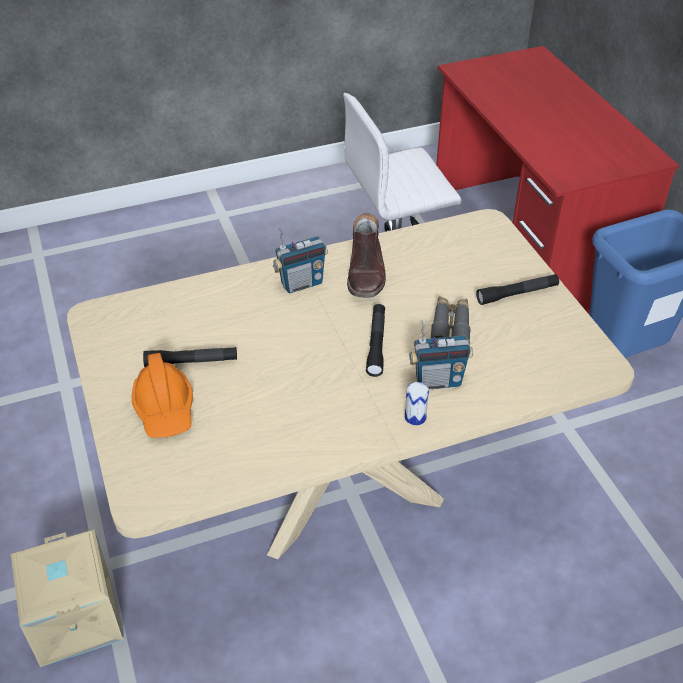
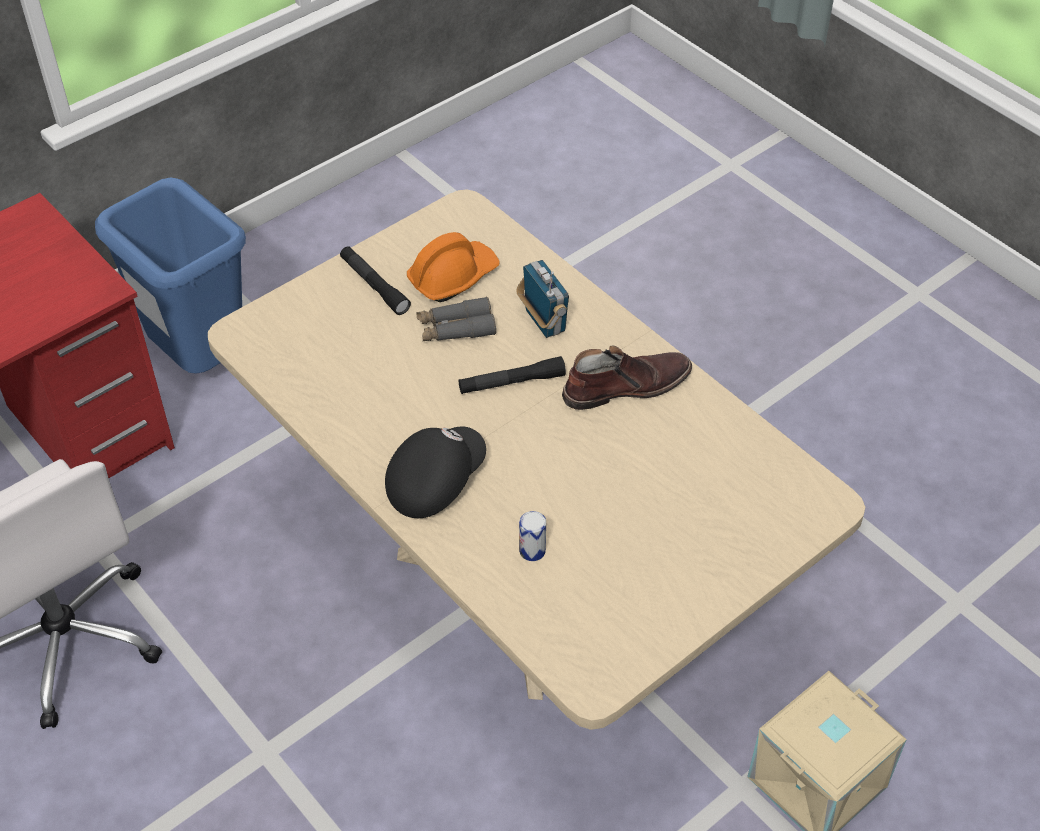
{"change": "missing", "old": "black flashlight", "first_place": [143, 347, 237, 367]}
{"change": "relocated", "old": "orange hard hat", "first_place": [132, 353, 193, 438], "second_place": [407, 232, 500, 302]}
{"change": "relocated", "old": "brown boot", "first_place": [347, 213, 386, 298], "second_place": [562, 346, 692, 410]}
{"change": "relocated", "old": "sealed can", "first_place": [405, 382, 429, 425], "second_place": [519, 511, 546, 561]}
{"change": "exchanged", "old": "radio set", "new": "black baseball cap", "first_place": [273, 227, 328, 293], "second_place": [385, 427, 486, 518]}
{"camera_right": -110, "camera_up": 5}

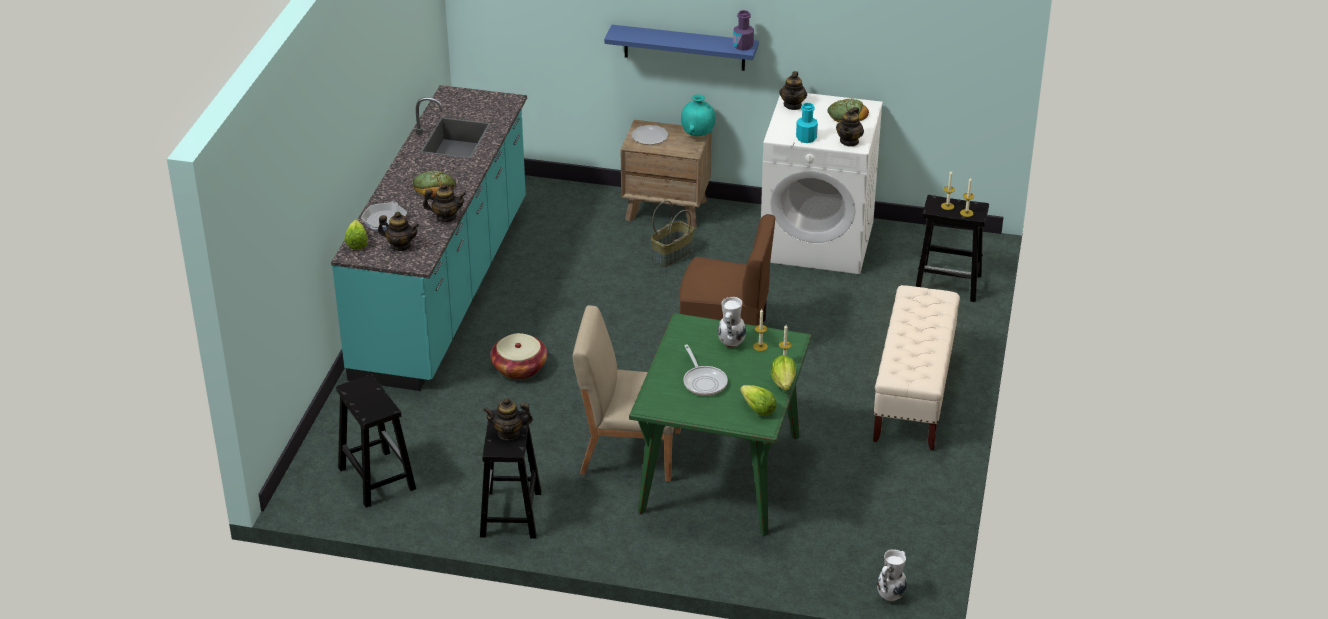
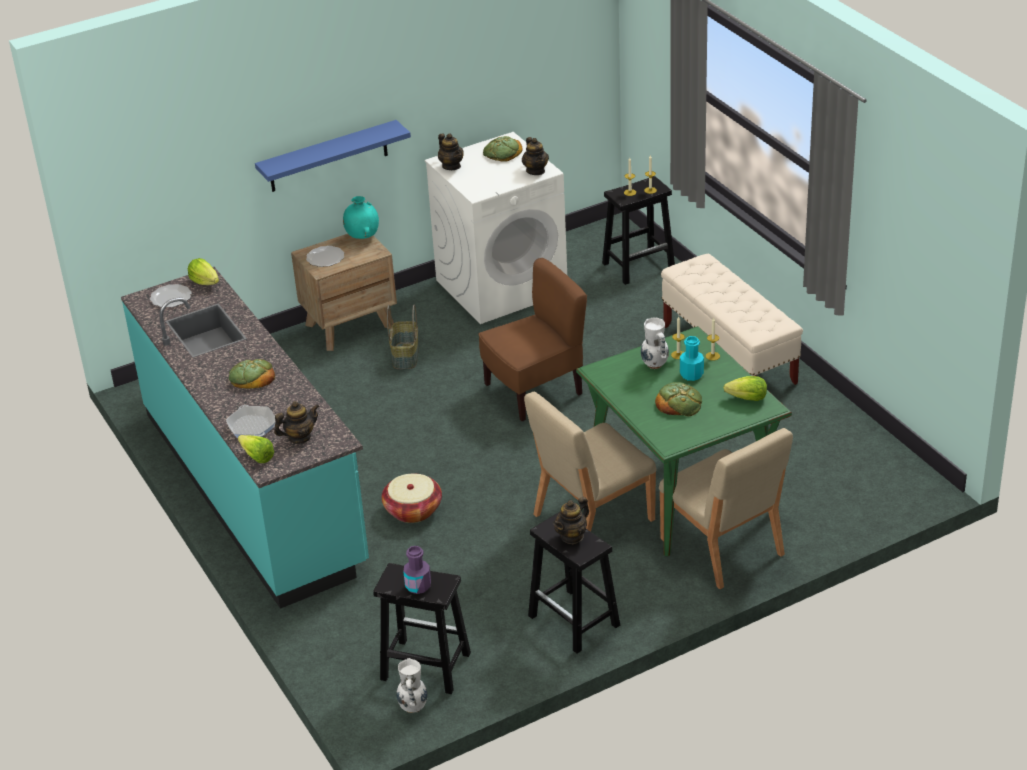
{"change": "missing", "old": "tea pot", "first_place": [423, 183, 466, 222]}
{"change": "appeared", "new": "plate", "second_place": [150, 284, 192, 307]}
{"change": "appeared", "new": "sand-coloured plain chair", "second_place": [659, 428, 793, 589]}
{"change": "relocated", "old": "purple bottle", "first_place": [733, 10, 754, 51], "second_place": [403, 546, 431, 594]}
{"change": "relocated", "old": "lettuce", "first_place": [771, 355, 796, 390], "second_place": [188, 258, 219, 285]}
{"change": "relocated", "old": "turquoise-coloured bottle", "first_place": [796, 103, 818, 143], "second_place": [680, 336, 704, 381]}
{"change": "relocated", "old": "whitish decorative vase", "first_place": [877, 549, 907, 602], "second_place": [396, 658, 427, 713]}
{"change": "exchanged", "old": "skillet", "new": "bakery bread", "first_place": [683, 344, 728, 396], "second_place": [655, 382, 702, 417]}
{"camera_right": -40, "camera_up": 0}

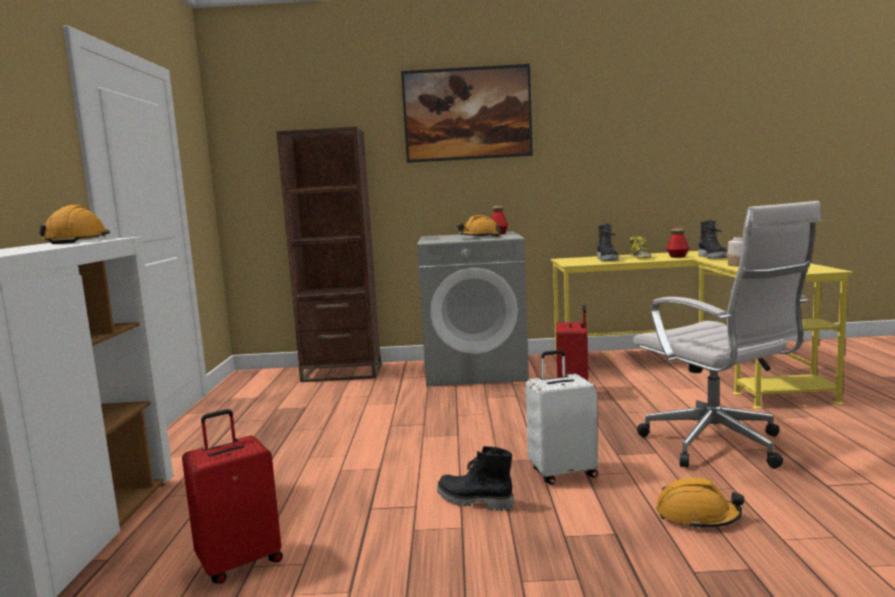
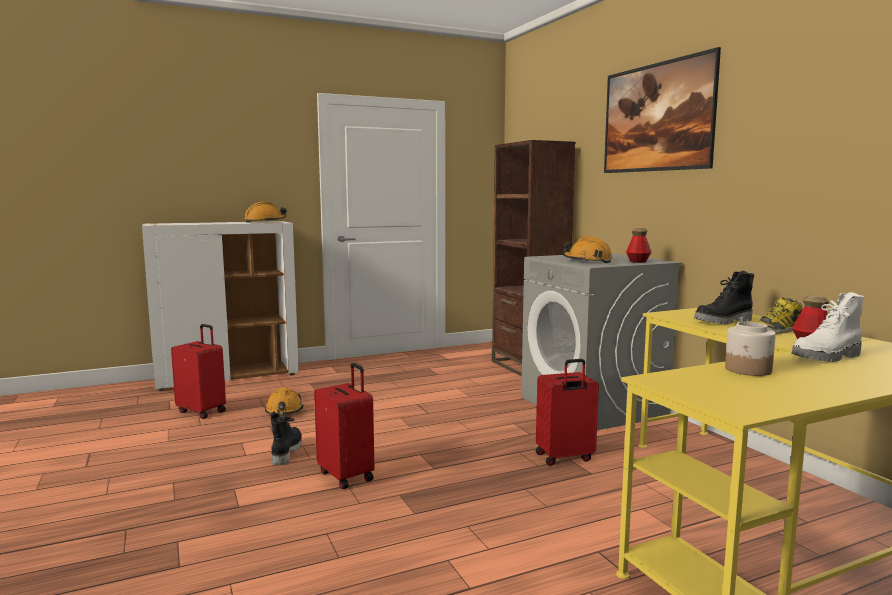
{"change": "missing", "old": "whitish office chair", "first_place": [633, 201, 821, 469]}
{"change": "relocated", "old": "orange hard hat", "first_place": [656, 478, 744, 530], "second_place": [265, 387, 303, 414]}
{"change": "colour", "old": "whitish travel case", "new": "red travel case", "first_place": [525, 350, 598, 484], "second_place": [314, 363, 374, 489]}
{"change": "colour", "old": "black boot", "new": "whitish boot", "first_place": [698, 220, 728, 259], "second_place": [791, 292, 865, 362]}
{"camera_right": 65, "camera_up": 0}

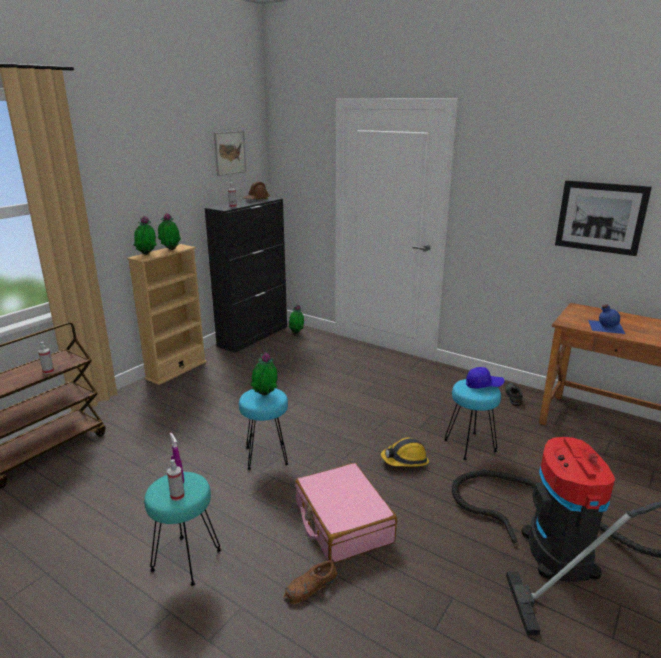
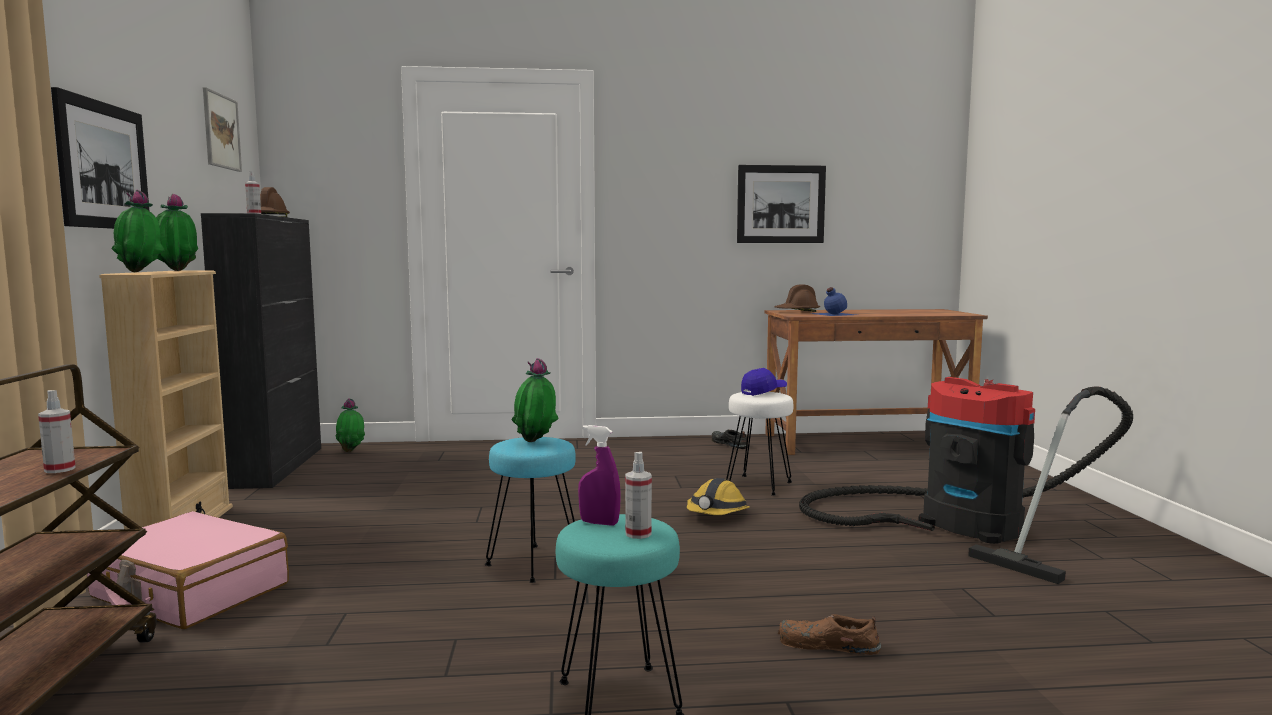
{"change": "appeared", "new": "picture", "second_place": [51, 87, 149, 229]}
{"change": "appeared", "new": "brown hard hat", "second_place": [774, 284, 820, 312]}
{"change": "relocated", "old": "pink-coloured travel case", "first_place": [295, 463, 397, 563], "second_place": [87, 511, 289, 629]}
{"change": "colour", "old": "turquoise-coloured sitting stool", "new": "whitish sitting stool", "first_place": [444, 379, 501, 460], "second_place": [726, 391, 793, 496]}
{"change": "spun", "old": "brown shoe", "first_place": [283, 559, 339, 604], "second_place": [778, 614, 881, 655], "degrees": 90}
{"camera_right": -40, "camera_up": -15}

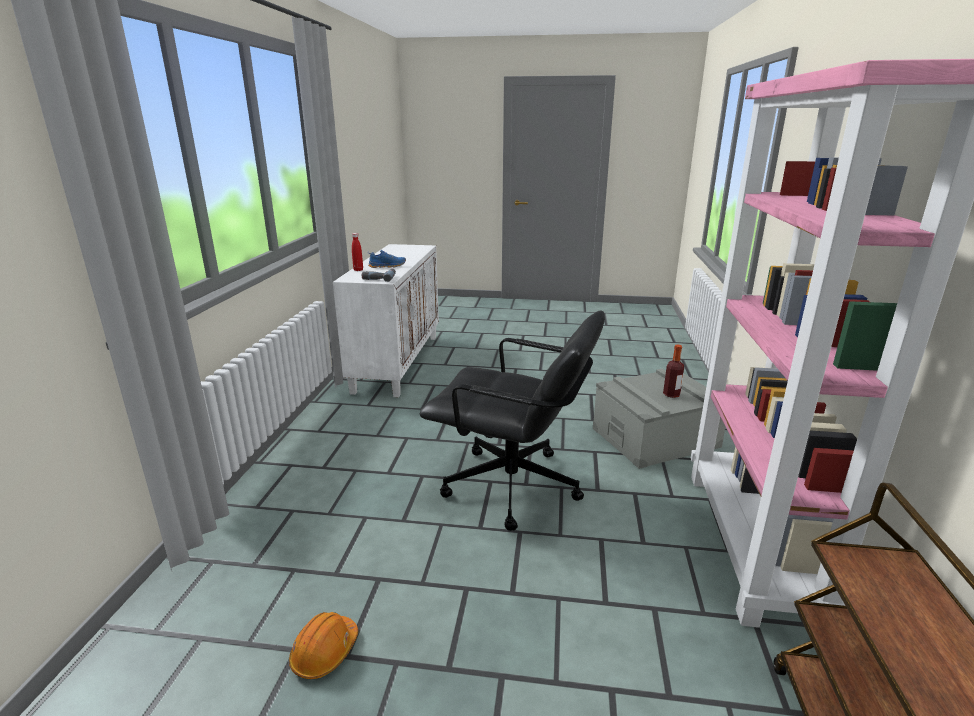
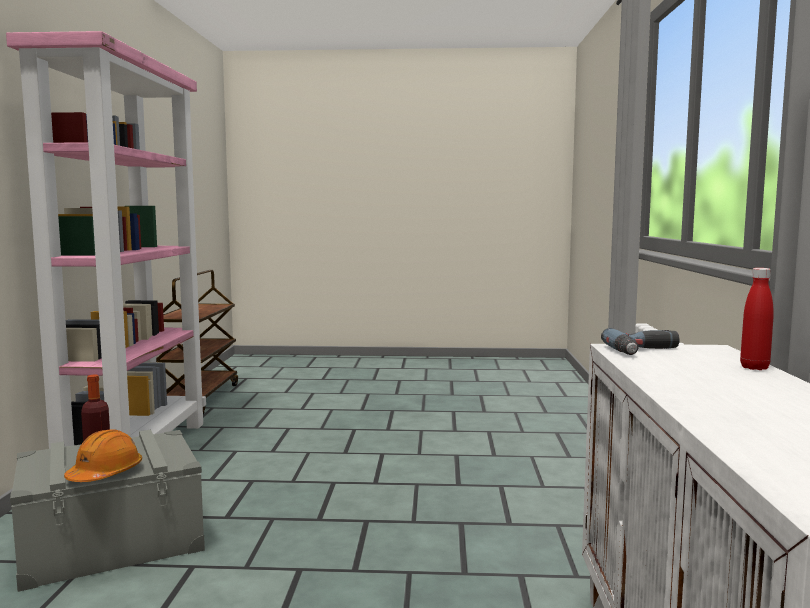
{"change": "missing", "old": "blue-coloured shoe", "first_place": [368, 250, 406, 268]}
{"change": "missing", "old": "black office chair", "first_place": [420, 311, 605, 531]}
{"change": "relocated", "old": "orange hard hat", "first_place": [289, 612, 358, 679], "second_place": [64, 429, 142, 482]}
{"camera_right": 175, "camera_up": -15}

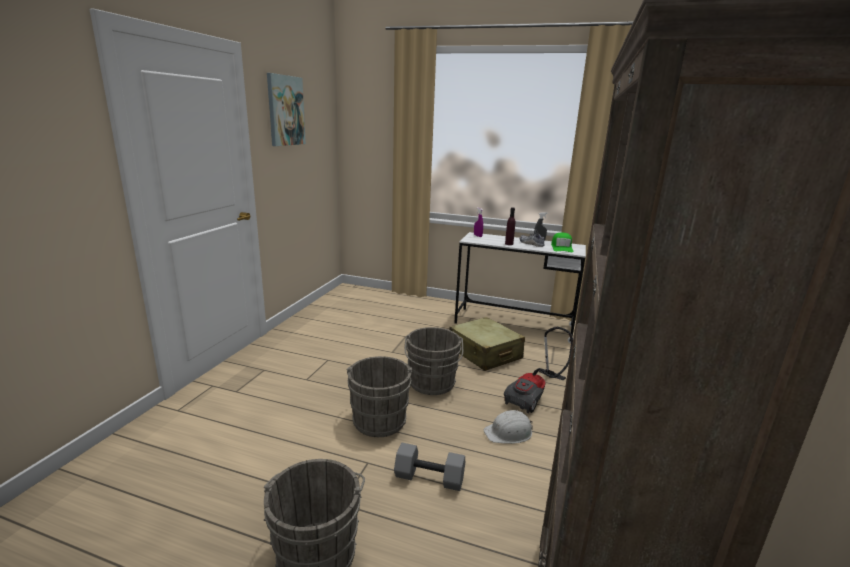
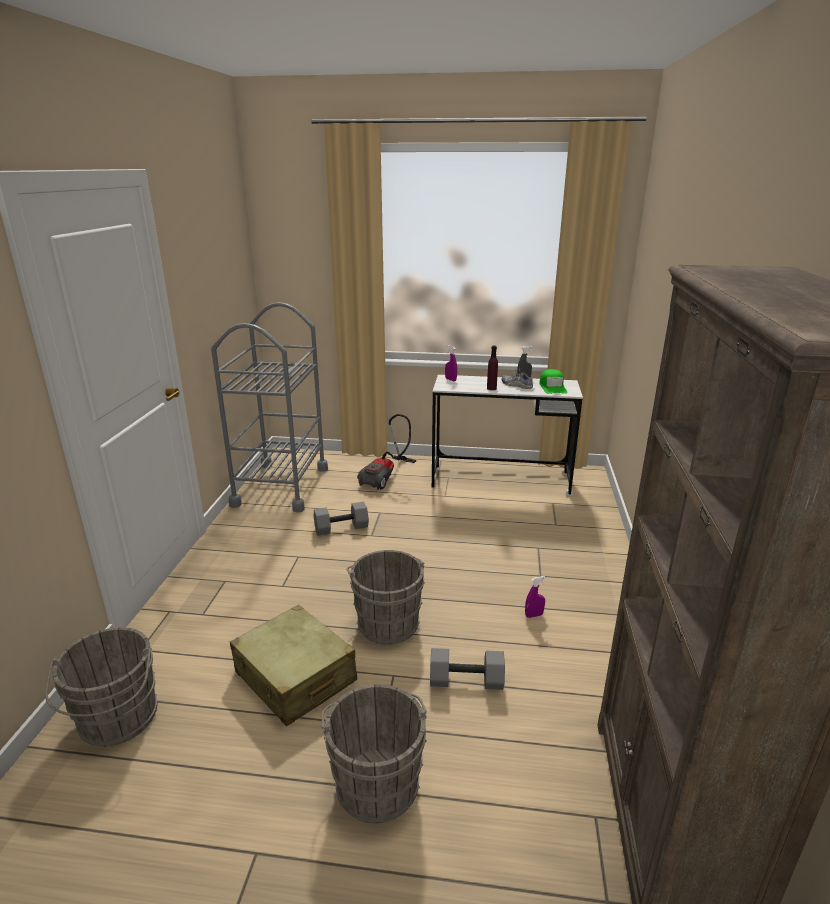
{"change": "missing", "old": "picture", "first_place": [267, 73, 306, 146]}
{"change": "appeared", "new": "greyish wheeled cart", "second_place": [211, 302, 328, 512]}
{"change": "appeared", "new": "greyish free weight", "second_place": [314, 502, 369, 536]}
{"change": "relocated", "old": "greyish water bucket", "first_place": [405, 327, 463, 395], "second_place": [45, 627, 157, 747]}
{"change": "relocated", "old": "sand-coloured travel case", "first_place": [449, 317, 525, 371], "second_place": [230, 605, 357, 726]}
{"change": "relocated", "old": "vacuum cleaner", "first_place": [504, 327, 573, 414], "second_place": [357, 414, 416, 490]}
{"change": "exchanged", "old": "whitish hard hat", "new": "purple spray bottle", "first_place": [484, 410, 533, 444], "second_place": [525, 576, 546, 618]}
{"camera_right": -10, "camera_up": 5}

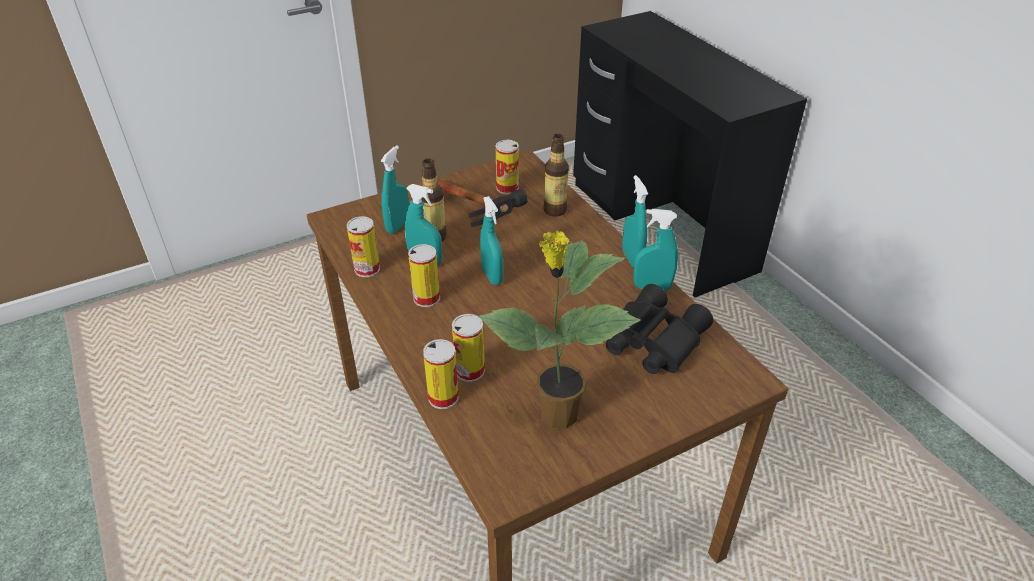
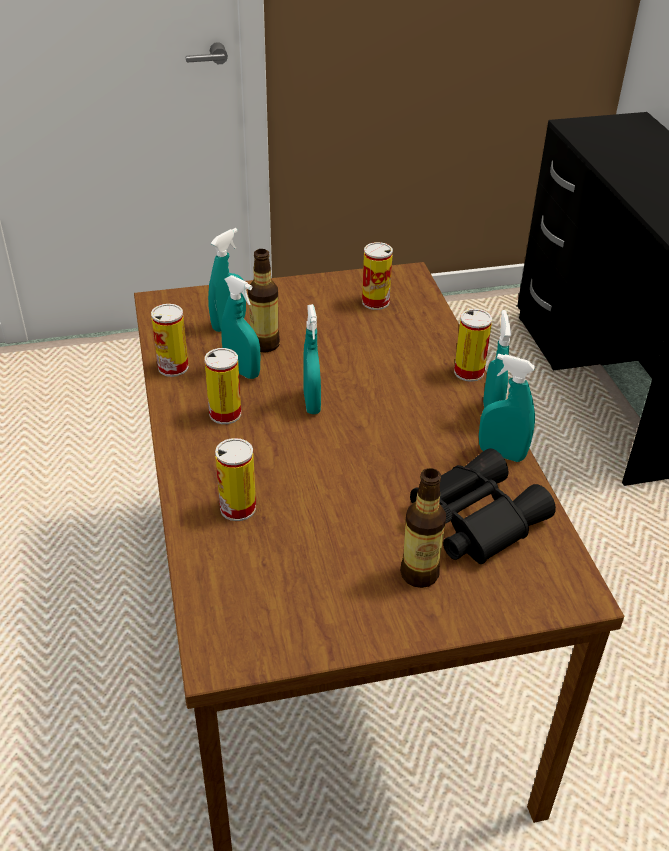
{"change": "missing", "old": "hand hammer", "first_place": [437, 179, 528, 227]}
{"change": "missing", "old": "potted plant", "first_place": [478, 231, 641, 429]}
{"change": "relocated", "old": "sealed can", "first_place": [423, 339, 459, 409], "second_place": [454, 309, 492, 382]}
{"change": "relocated", "old": "bottle", "first_place": [544, 134, 569, 217], "second_place": [400, 468, 446, 588]}
{"camera_right": 15, "camera_up": 0}

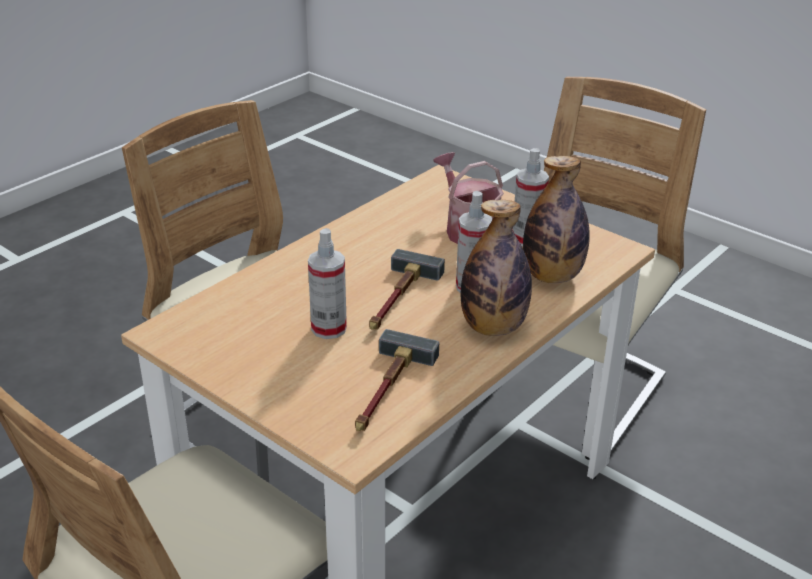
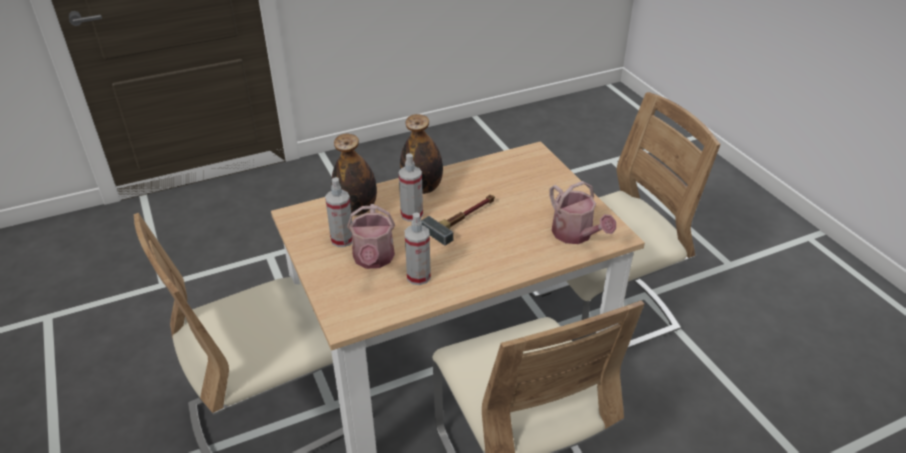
{"change": "missing", "old": "hand hammer", "first_place": [355, 329, 439, 431]}
{"change": "appeared", "new": "watering pot", "second_place": [549, 181, 616, 244]}
{"change": "relocated", "old": "spray bottle", "first_place": [308, 228, 347, 339], "second_place": [405, 212, 431, 285]}
{"camera_right": -155, "camera_up": 5}

